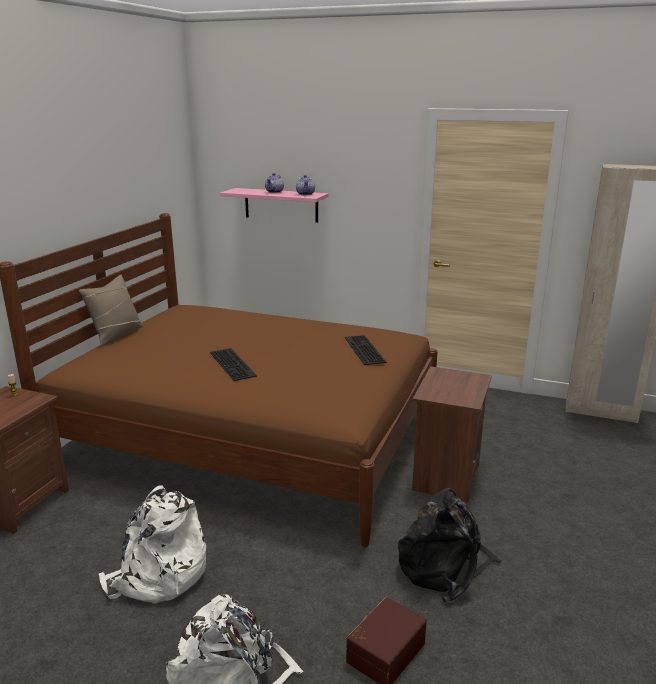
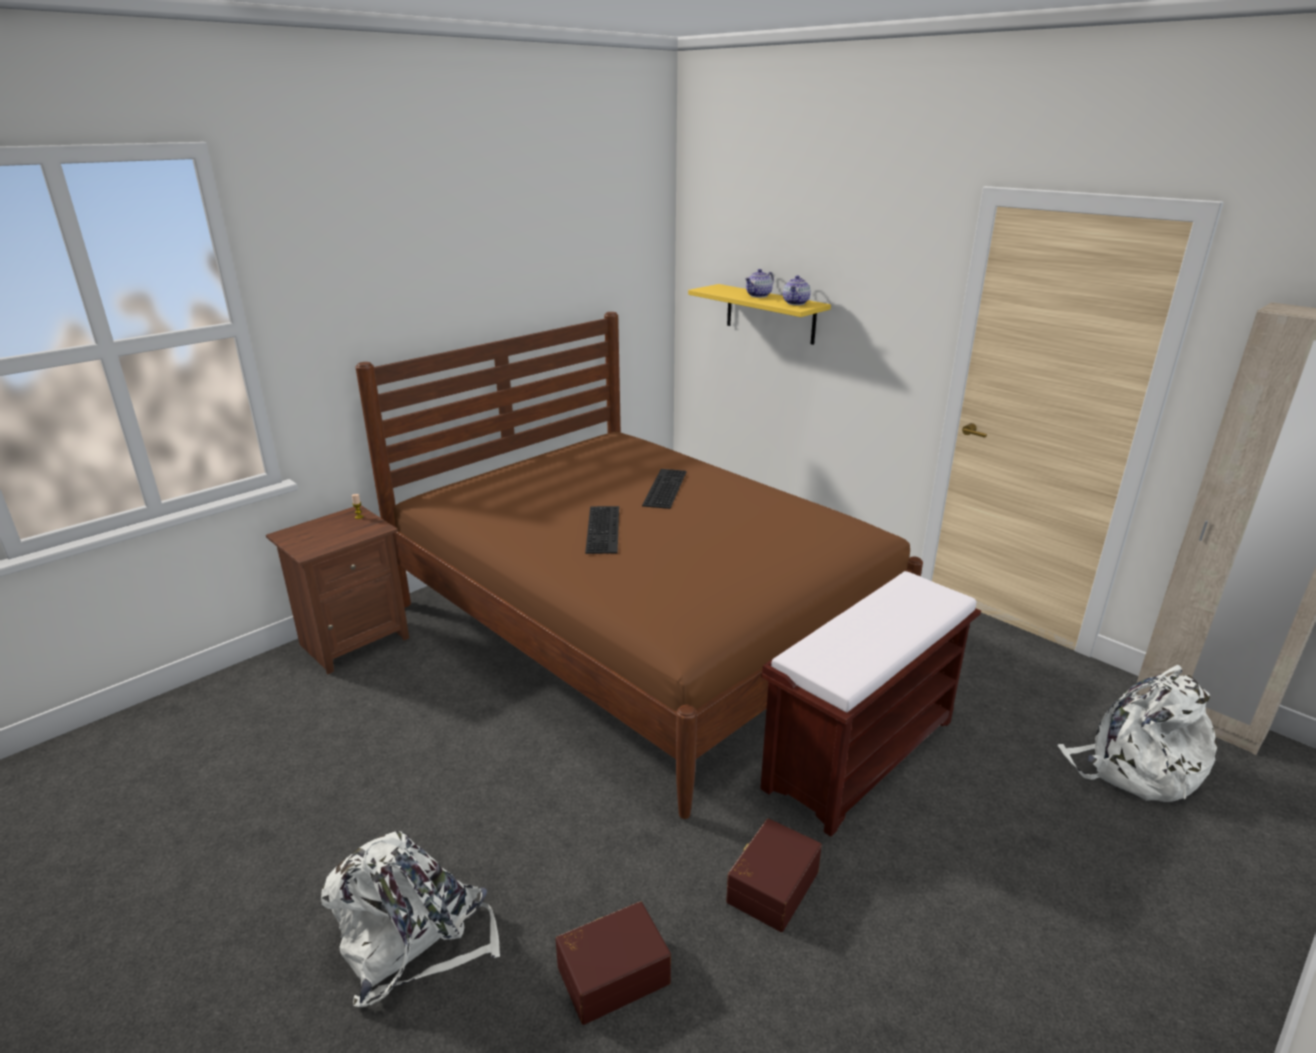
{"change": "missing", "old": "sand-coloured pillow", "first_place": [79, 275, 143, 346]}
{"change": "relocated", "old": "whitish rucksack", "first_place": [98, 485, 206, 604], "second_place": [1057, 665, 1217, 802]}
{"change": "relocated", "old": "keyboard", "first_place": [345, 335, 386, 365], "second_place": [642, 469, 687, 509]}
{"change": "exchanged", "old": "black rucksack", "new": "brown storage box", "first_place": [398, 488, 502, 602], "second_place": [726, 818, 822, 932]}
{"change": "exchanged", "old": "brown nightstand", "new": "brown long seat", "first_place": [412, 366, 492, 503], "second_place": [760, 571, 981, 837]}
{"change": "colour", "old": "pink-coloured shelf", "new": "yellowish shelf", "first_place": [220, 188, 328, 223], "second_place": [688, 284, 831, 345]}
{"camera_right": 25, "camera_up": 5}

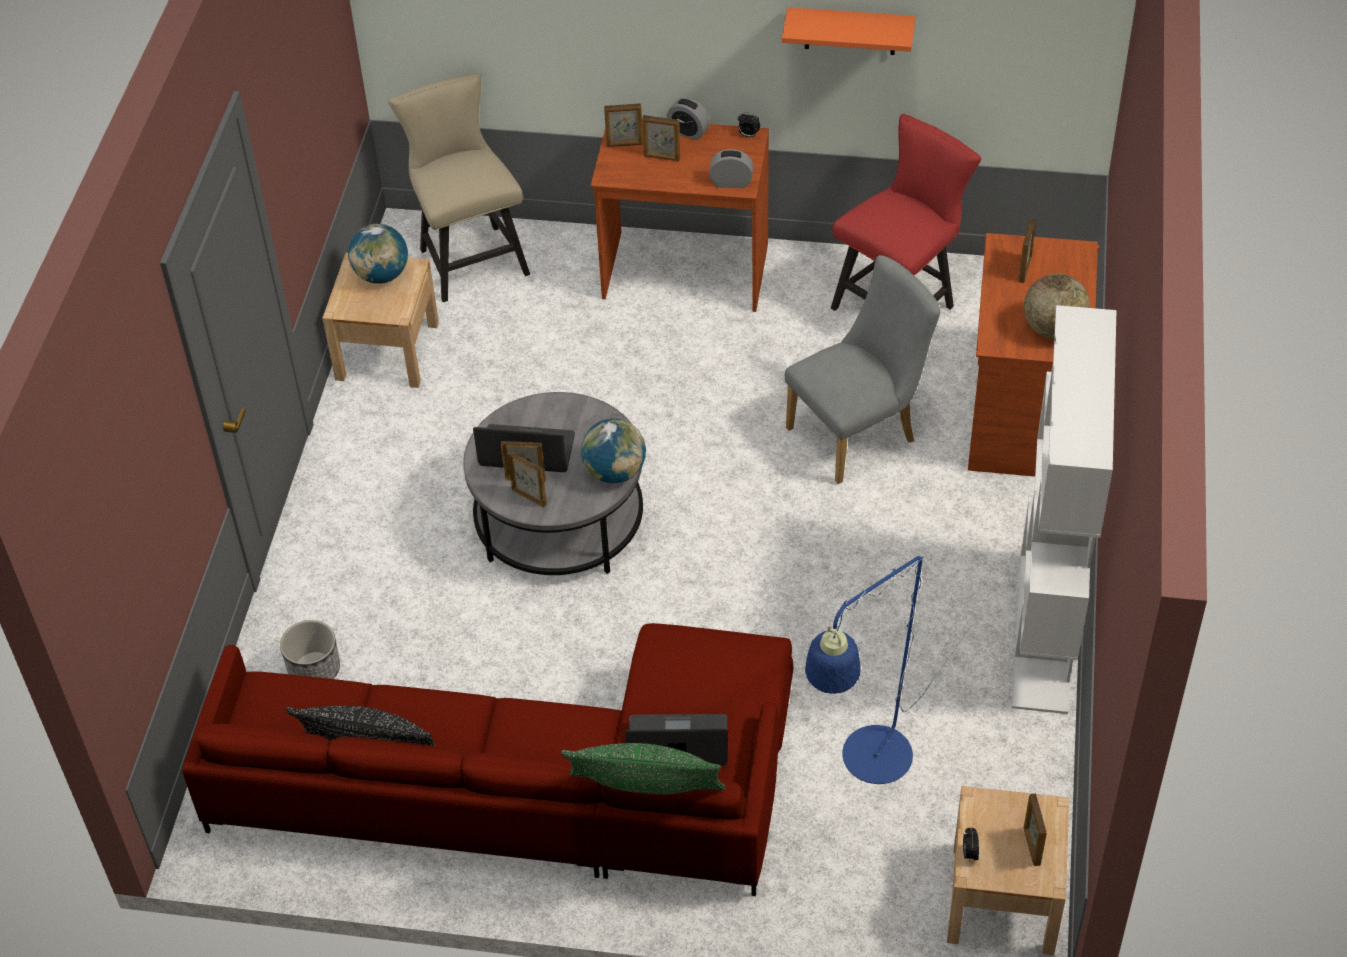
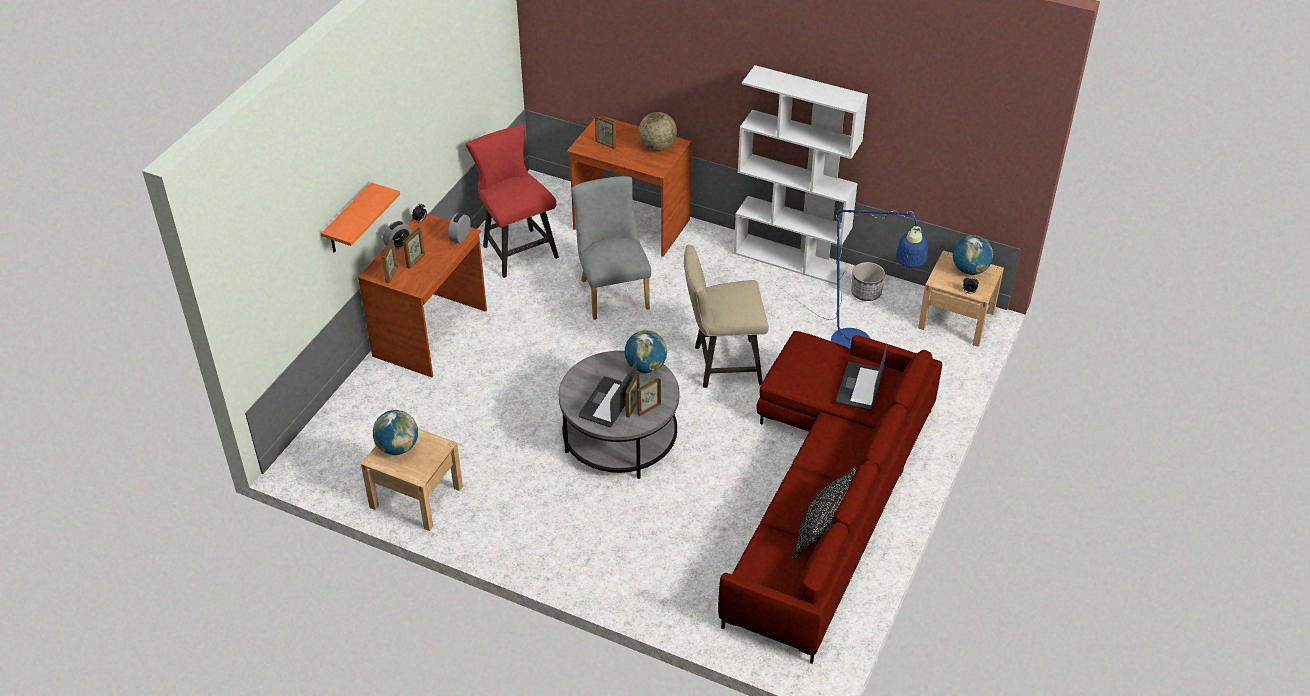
{"change": "missing", "old": "greenish pillow", "first_place": [561, 743, 726, 794]}
{"change": "relocated", "old": "flower pot", "first_place": [280, 620, 340, 679], "second_place": [851, 262, 885, 301]}
{"change": "relocated", "old": "sand-coloured plain chair", "first_place": [388, 73, 530, 302], "second_place": [684, 245, 769, 388]}
{"change": "relocated", "old": "orange shelf", "first_place": [782, 7, 915, 55], "second_place": [321, 182, 400, 252]}
{"change": "exchanged", "old": "standing frame", "new": "world globe", "first_place": [1024, 793, 1047, 866], "second_place": [953, 235, 993, 275]}
{"camera_right": -75, "camera_up": -5}

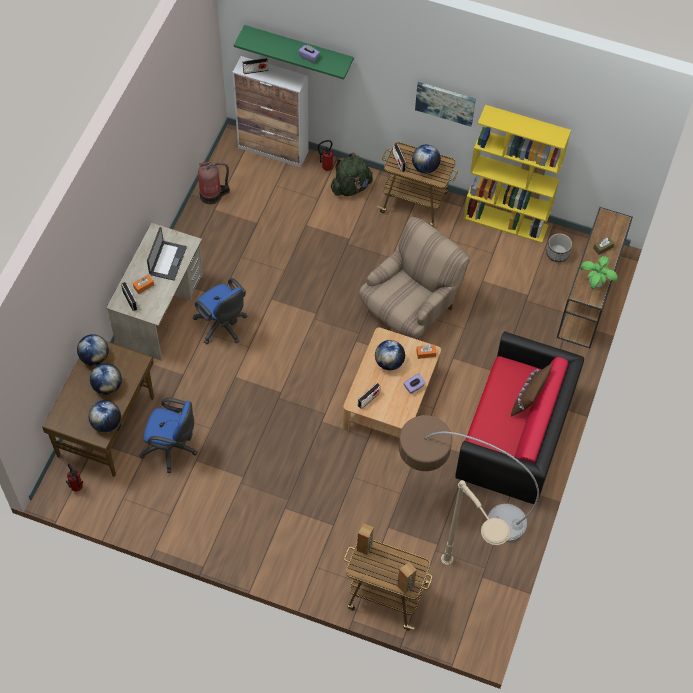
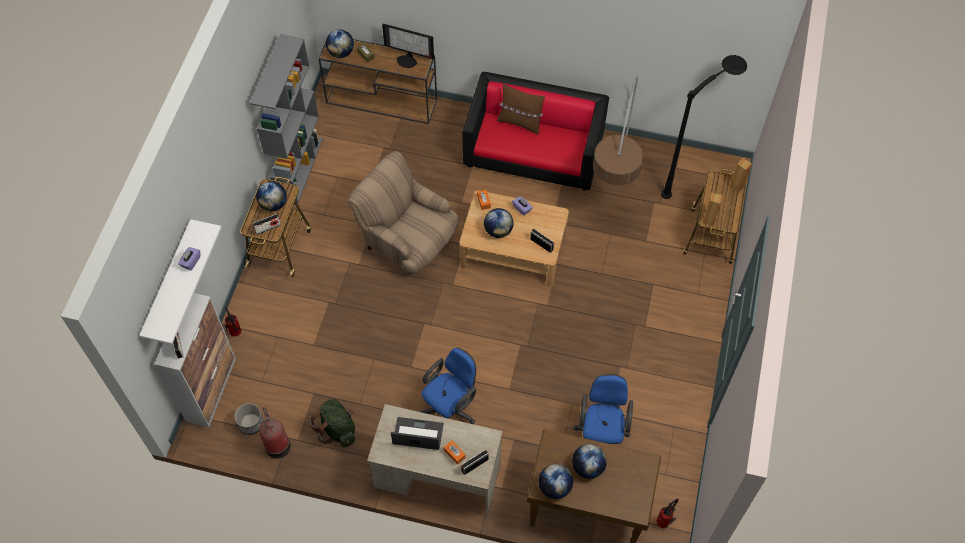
{"change": "missing", "old": "picture", "first_place": [415, 82, 476, 127]}
{"change": "relocated", "old": "world globe", "first_place": [89, 400, 121, 432], "second_place": [326, 29, 354, 58]}
{"change": "relocated", "old": "greenish rucksack", "first_place": [331, 153, 373, 196], "second_place": [310, 399, 355, 448]}
{"change": "relocated", "old": "flower pot", "first_place": [546, 233, 572, 262], "second_place": [234, 403, 264, 435]}
{"change": "exchanged", "old": "potted plant", "new": "computer display", "first_place": [580, 256, 618, 289], "second_place": [382, 24, 434, 68]}
{"change": "colour", "old": "greenish shelf", "new": "whitish shelf", "first_place": [234, 25, 354, 79], "second_place": [139, 219, 222, 344]}
{"change": "colour", "old": "sand-coloured floor lamp", "new": "black floor lamp", "first_place": [441, 480, 510, 565], "second_place": [661, 55, 747, 199]}
{"change": "colour", "old": "yellowish bookcase", "new": "greyish bookcase", "first_place": [463, 105, 571, 243], "second_place": [250, 34, 323, 204]}
{"camera_right": -95, "camera_up": 0}

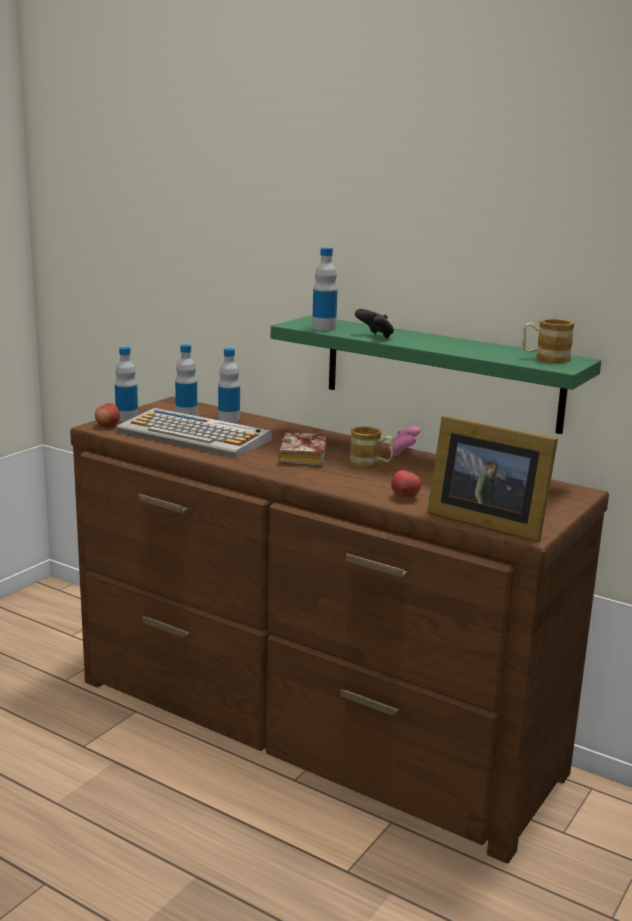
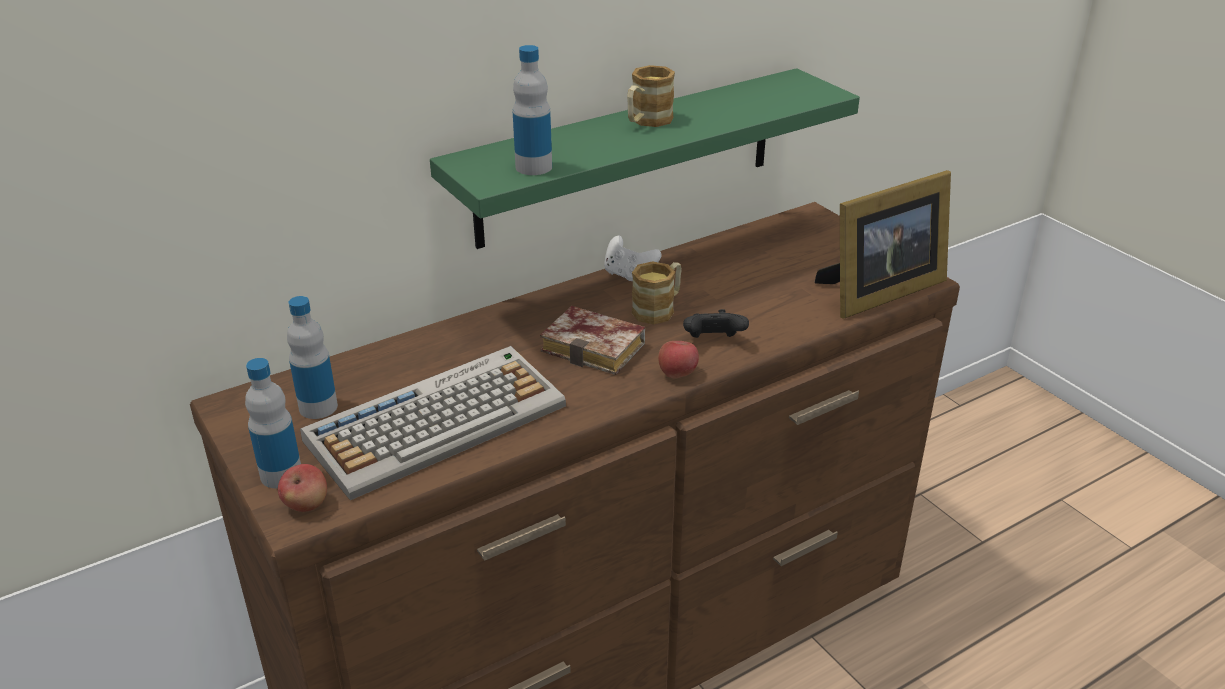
{"change": "missing", "old": "bottle", "first_place": [218, 348, 240, 423]}
{"change": "relocated", "old": "black game controller", "first_place": [355, 309, 394, 339], "second_place": [683, 309, 749, 338]}
{"change": "relocated", "old": "apple fruit", "first_place": [391, 470, 421, 498], "second_place": [658, 341, 699, 378]}
{"change": "relocated", "old": "tea mug", "first_place": [523, 319, 575, 363], "second_place": [627, 65, 675, 127]}
{"change": "colour", "old": "pink-coloured game controller", "new": "whitish game controller", "first_place": [389, 426, 421, 456], "second_place": [604, 236, 662, 281]}
{"camera_right": -65, "camera_up": 15}

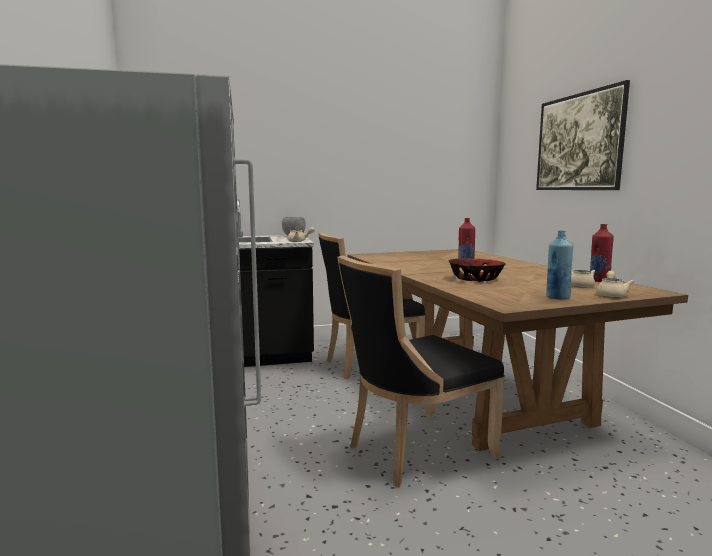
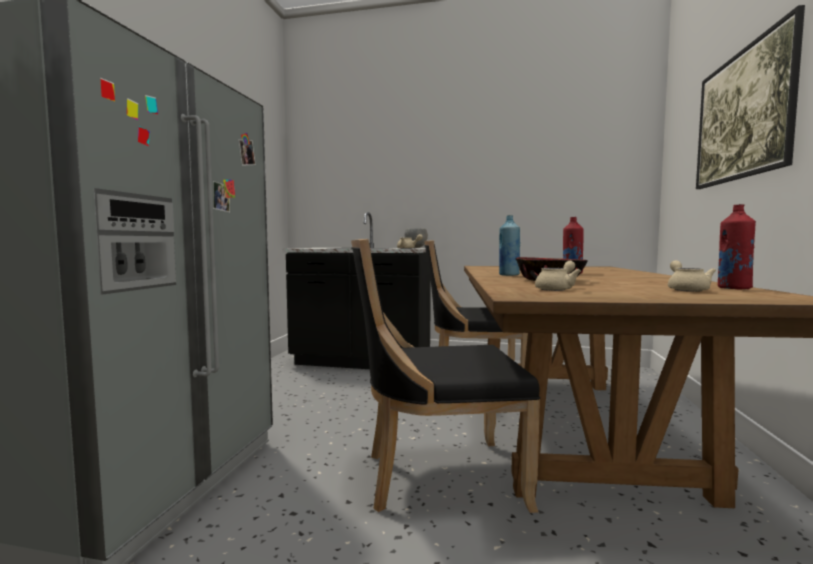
{"change": "relocated", "old": "blue-coloured bottle", "first_place": [546, 231, 573, 300], "second_place": [499, 215, 520, 276]}
{"change": "relocated", "old": "sand-coloured tea pot", "first_place": [596, 271, 634, 298], "second_place": [535, 261, 581, 291]}
{"camera_right": 25, "camera_up": -5}

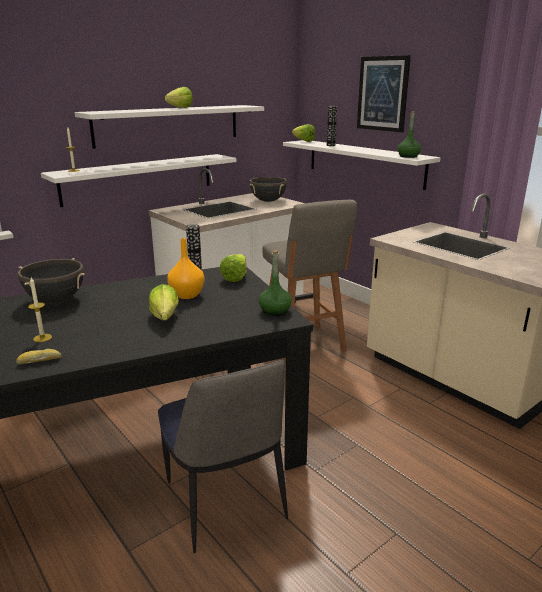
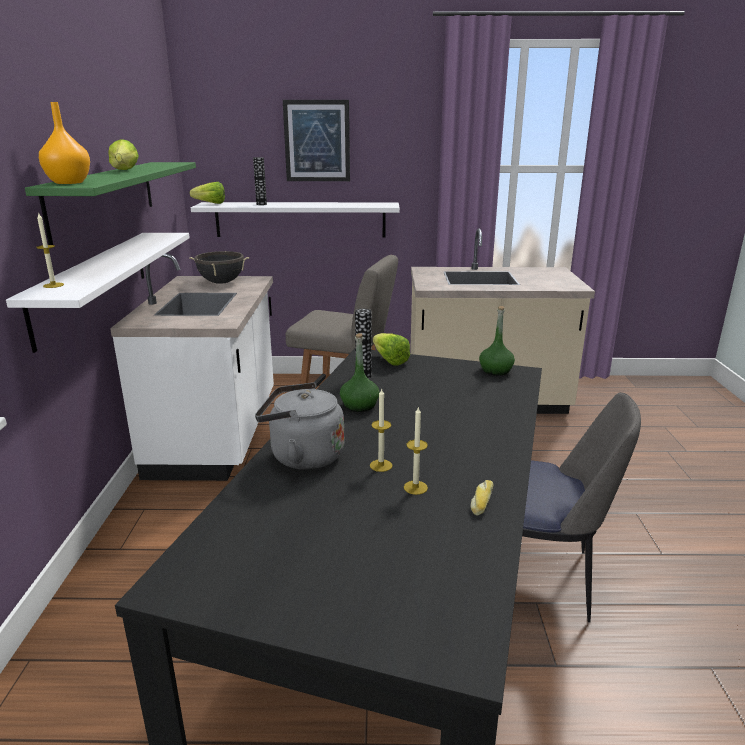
{"change": "missing", "old": "lettuce", "first_place": [149, 284, 179, 321]}
{"change": "appeared", "new": "candle", "second_place": [370, 389, 393, 472]}
{"change": "relocated", "old": "orange decorative vase", "first_place": [167, 238, 205, 299], "second_place": [39, 102, 90, 184]}
{"change": "relocated", "old": "greenish bottle", "first_place": [398, 111, 421, 158], "second_place": [340, 333, 379, 412]}
{"change": "exchanged", "old": "black cooking pot", "new": "greyish tea kettle", "first_place": [18, 258, 85, 303], "second_place": [255, 382, 344, 470]}
{"change": "colour", "old": "whitish shelf", "new": "greenish shelf", "first_place": [75, 105, 264, 149], "second_place": [25, 162, 196, 245]}
{"camera_right": -50, "camera_up": 0}

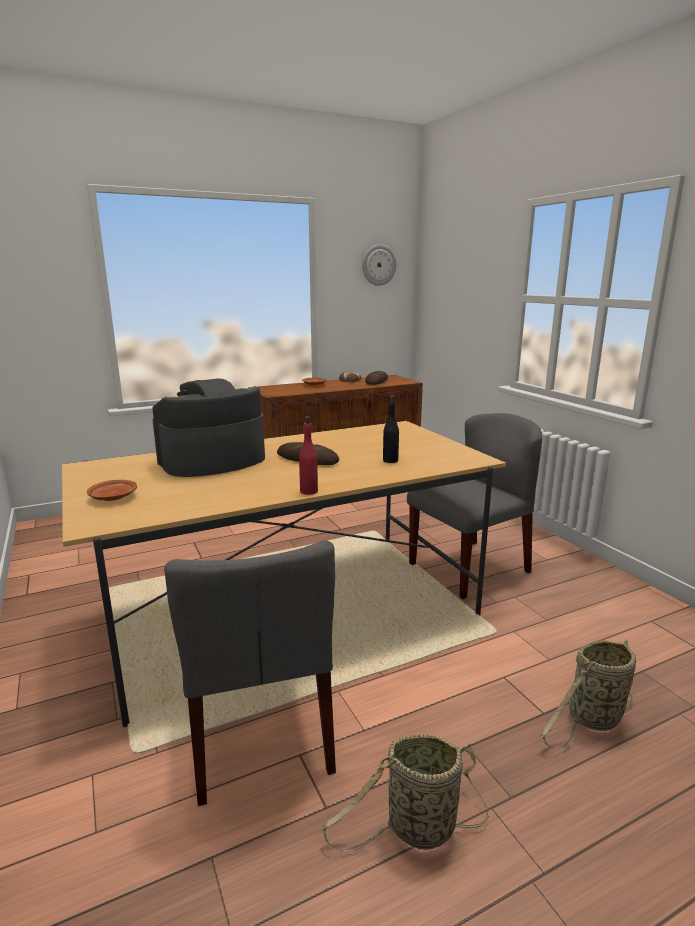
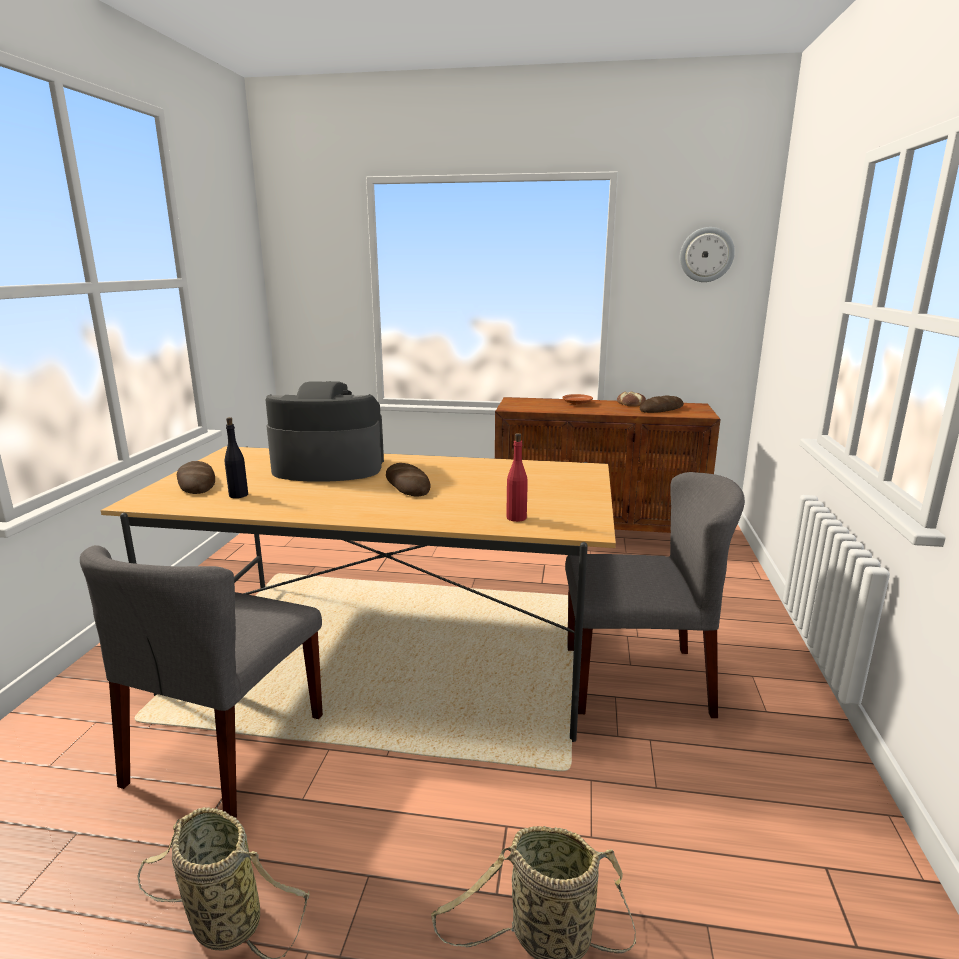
{"change": "relocated", "old": "red bottle", "first_place": [299, 416, 318, 495], "second_place": [506, 433, 528, 522]}
{"change": "relocated", "old": "black bottle", "first_place": [383, 395, 399, 463], "second_place": [225, 417, 248, 498]}
{"change": "exchanged", "old": "brown plate", "new": "bakery bread", "first_place": [87, 480, 137, 501], "second_place": [177, 461, 215, 494]}
{"camera_right": 35, "camera_up": 0}

